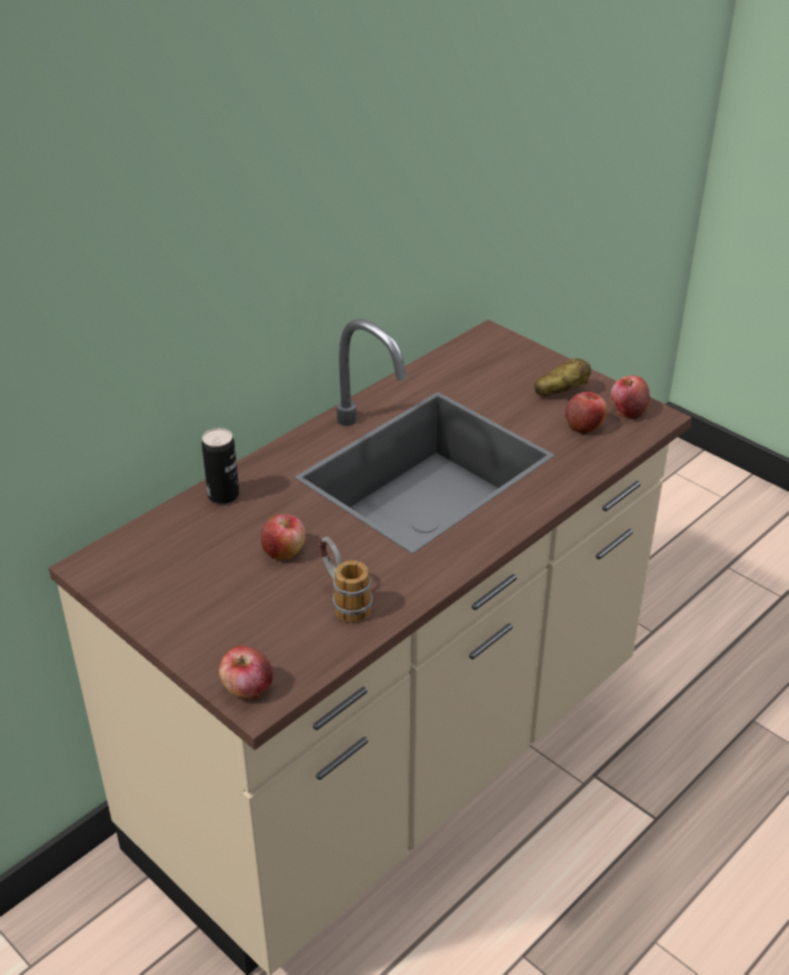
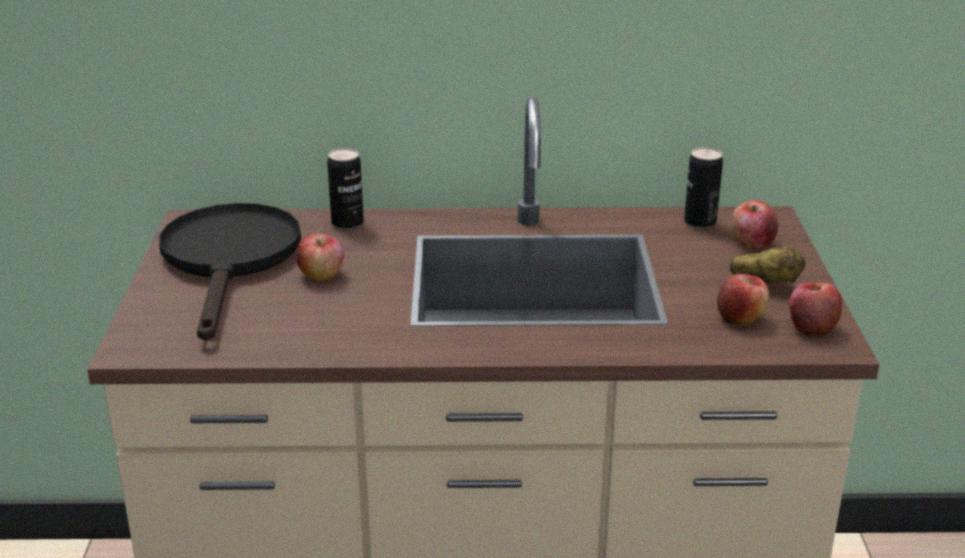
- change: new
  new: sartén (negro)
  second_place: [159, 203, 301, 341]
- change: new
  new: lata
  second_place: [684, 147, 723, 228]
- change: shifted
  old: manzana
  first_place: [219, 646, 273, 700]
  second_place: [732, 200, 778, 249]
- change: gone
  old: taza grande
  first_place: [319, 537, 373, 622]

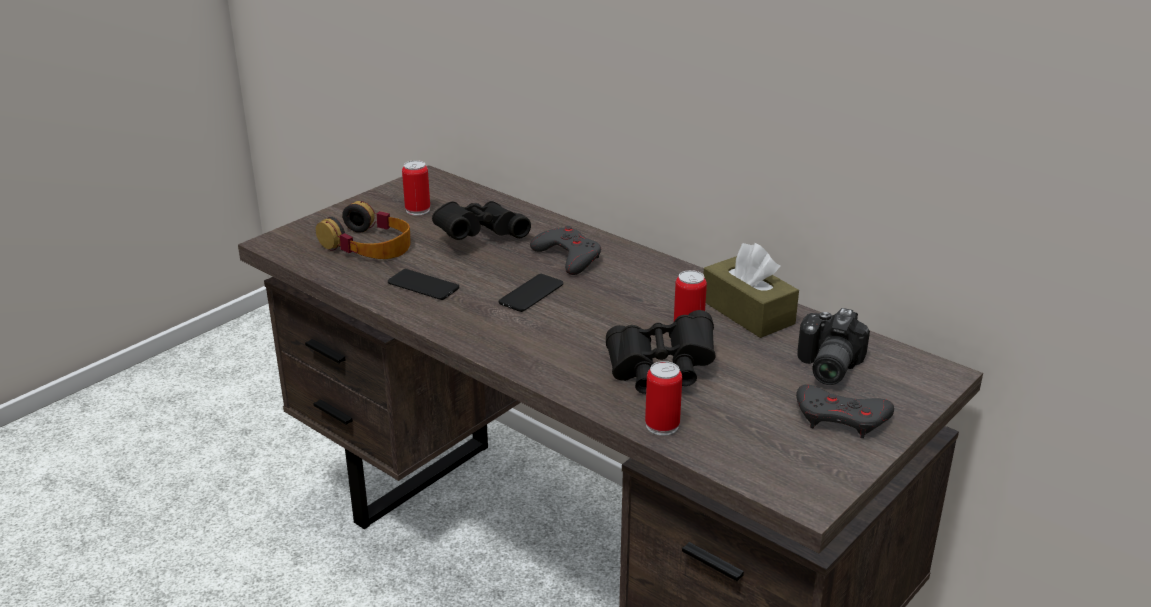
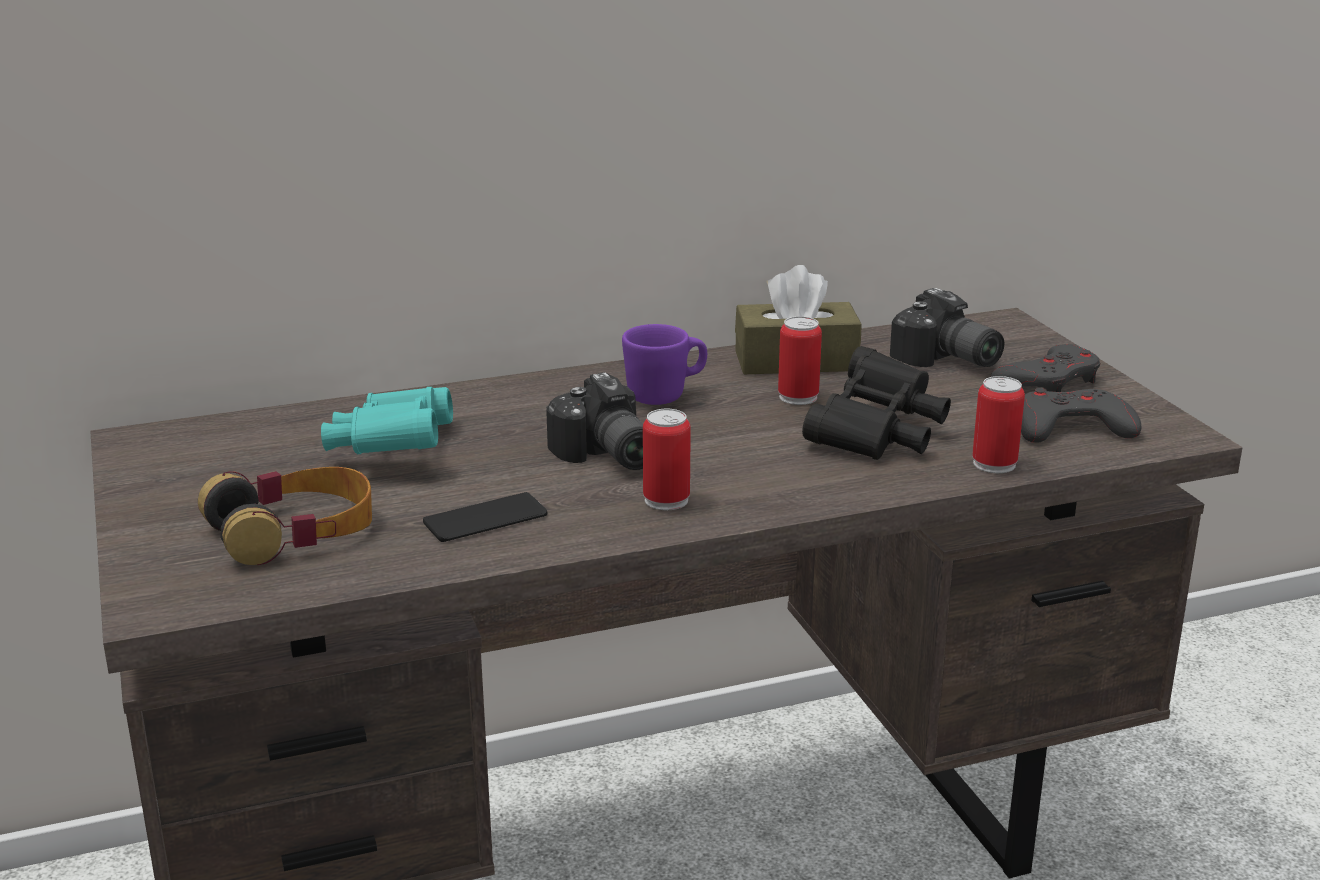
- change: repainted
  old: prismáticos (negro)
  new: prismáticos (turquesa)
  first_place: [432, 201, 531, 240]
  second_place: [321, 387, 453, 454]
- change: swapped
  old: móvil
  new: cámara
  first_place: [499, 274, 563, 312]
  second_place: [546, 372, 643, 470]
- change: new
  new: taza grande (morado)
  second_place: [622, 324, 707, 405]
- change: shifted
  old: lata
  first_place: [402, 160, 430, 216]
  second_place: [643, 409, 691, 510]
- change: shifted
  old: mando de consola (gris)
  first_place: [530, 226, 601, 275]
  second_place: [1021, 388, 1141, 443]

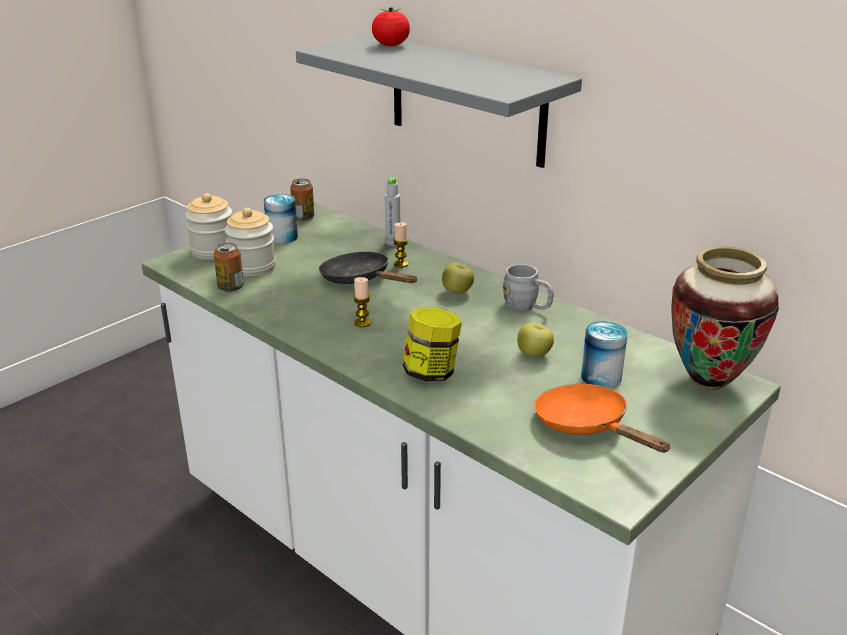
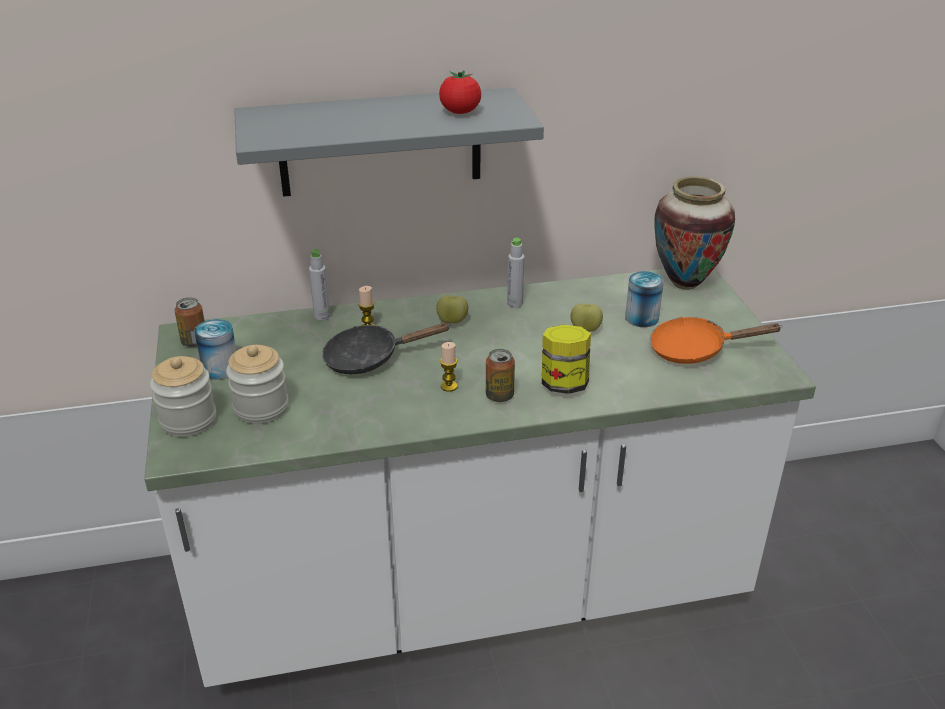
- change: shifted
  old: tomate
  first_place: [372, 7, 410, 46]
  second_place: [439, 70, 481, 114]
- change: shifted
  old: lata
  first_place: [214, 243, 244, 292]
  second_place: [486, 349, 515, 402]
- change: swapped
  old: taza grande (gris)
  new: botella (gris)
  first_place: [503, 264, 553, 312]
  second_place: [507, 238, 525, 308]

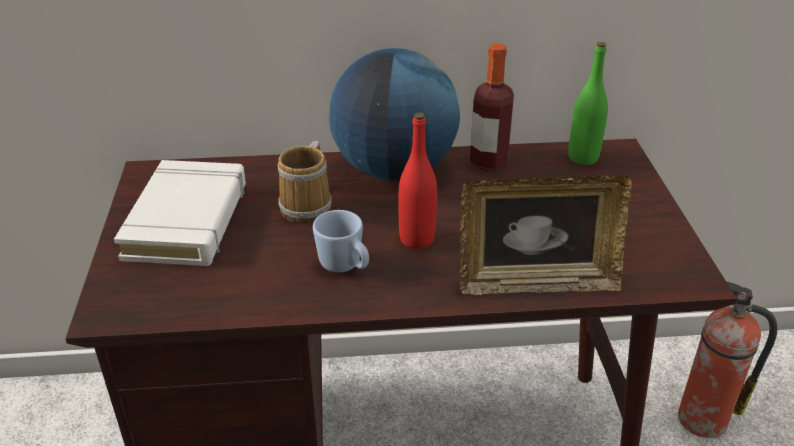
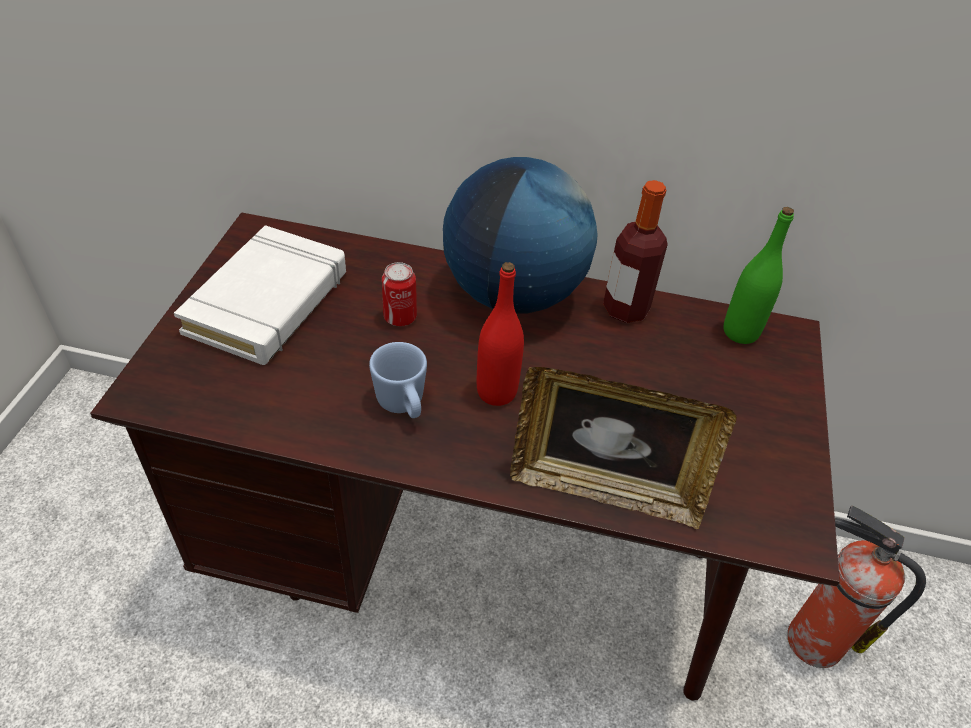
- change: swapped
  old: taza grande
  new: lata
  first_place: [277, 141, 332, 224]
  second_place: [382, 262, 417, 326]

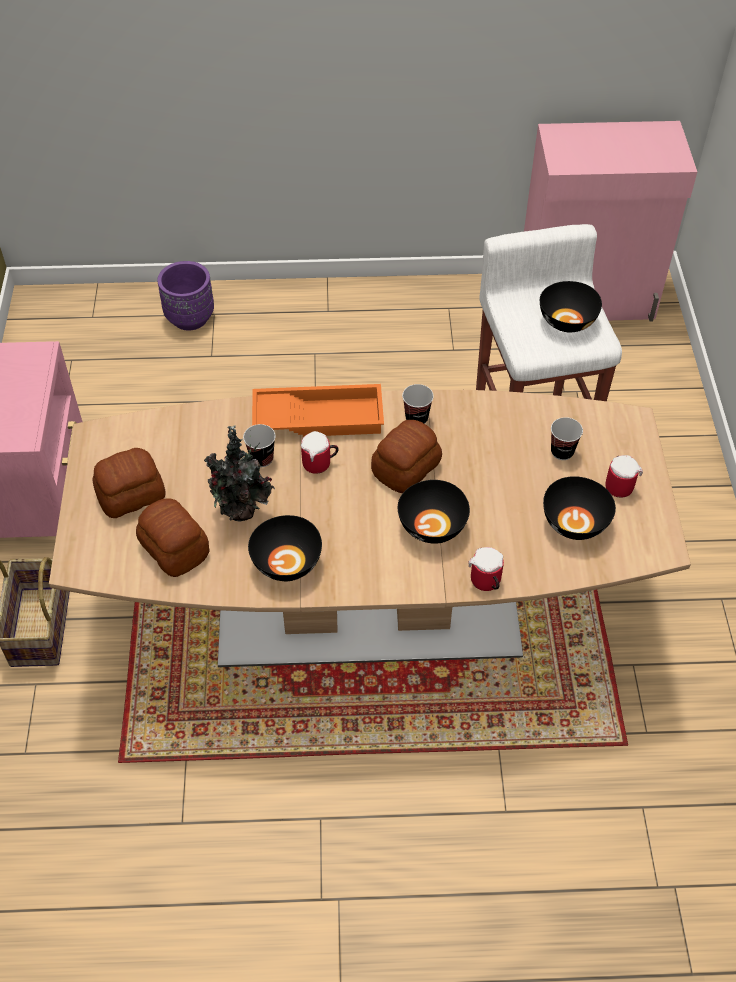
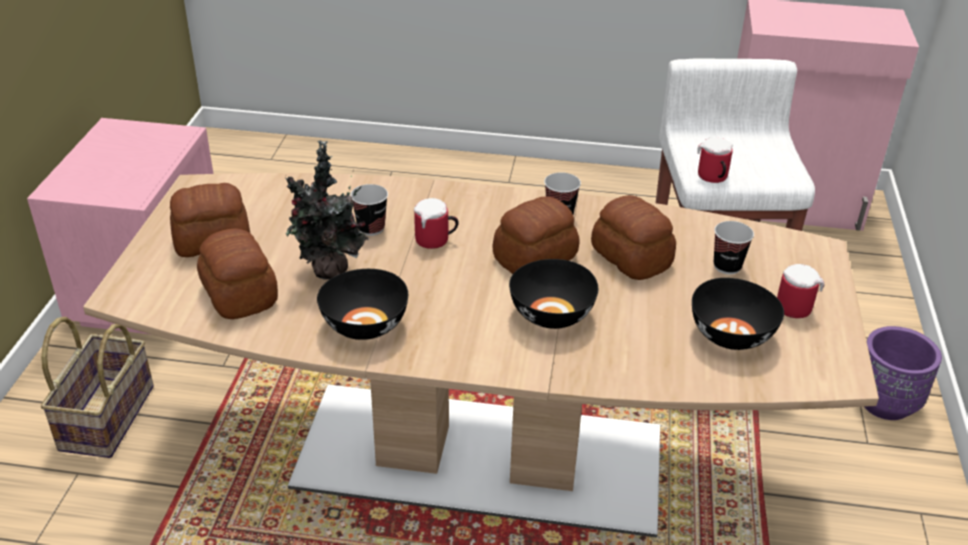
- change: new
  new: pan
  second_place: [591, 195, 676, 280]
- change: shifted
  old: taza grande
  first_place: [468, 547, 504, 591]
  second_place: [698, 137, 733, 183]
- change: shifted
  old: maceta (morado)
  first_place: [158, 261, 214, 331]
  second_place: [864, 326, 942, 420]
- change: gone
  old: bandeja (naranja)
  first_place: [252, 384, 384, 437]
- change: gone
  old: cuenco (negro)
  first_place: [540, 281, 602, 332]

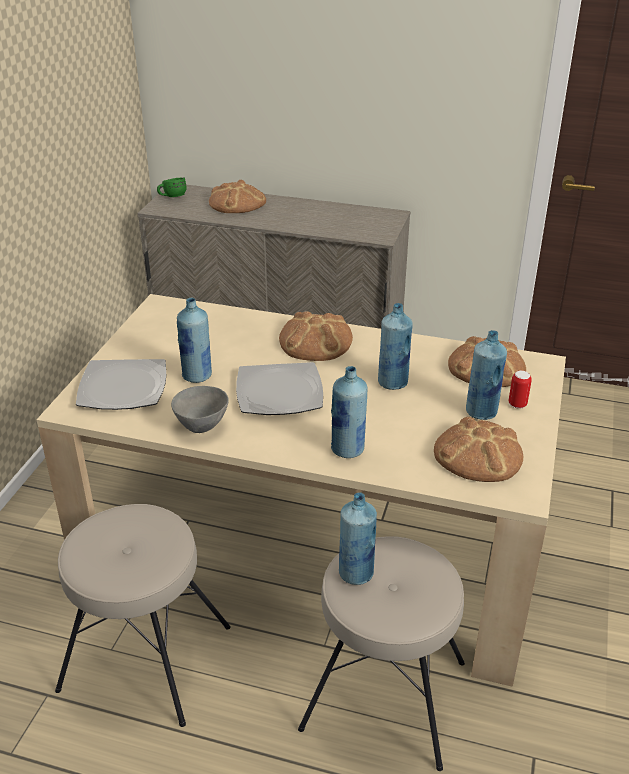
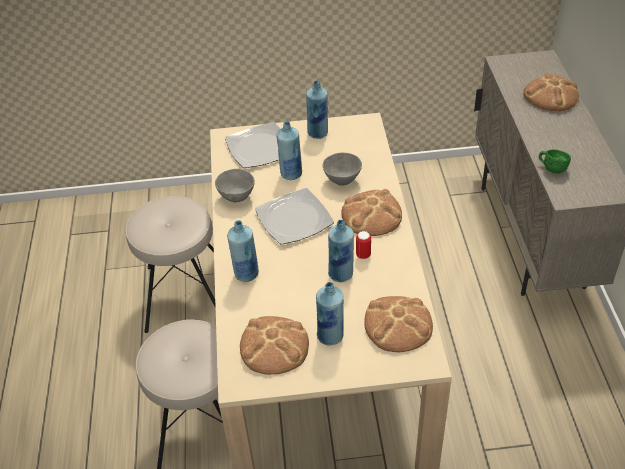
- change: shifted
  old: botella (azul)
  first_place: [339, 492, 377, 585]
  second_place: [306, 81, 328, 139]
- change: new
  new: cuenco (gris)
  second_place: [323, 153, 362, 186]
- change: shifted
  old: lata
  first_place: [509, 371, 532, 409]
  second_place: [356, 231, 371, 259]
- change: shifted
  old: taza grande (verde)
  first_place: [157, 177, 186, 197]
  second_place: [539, 149, 571, 174]

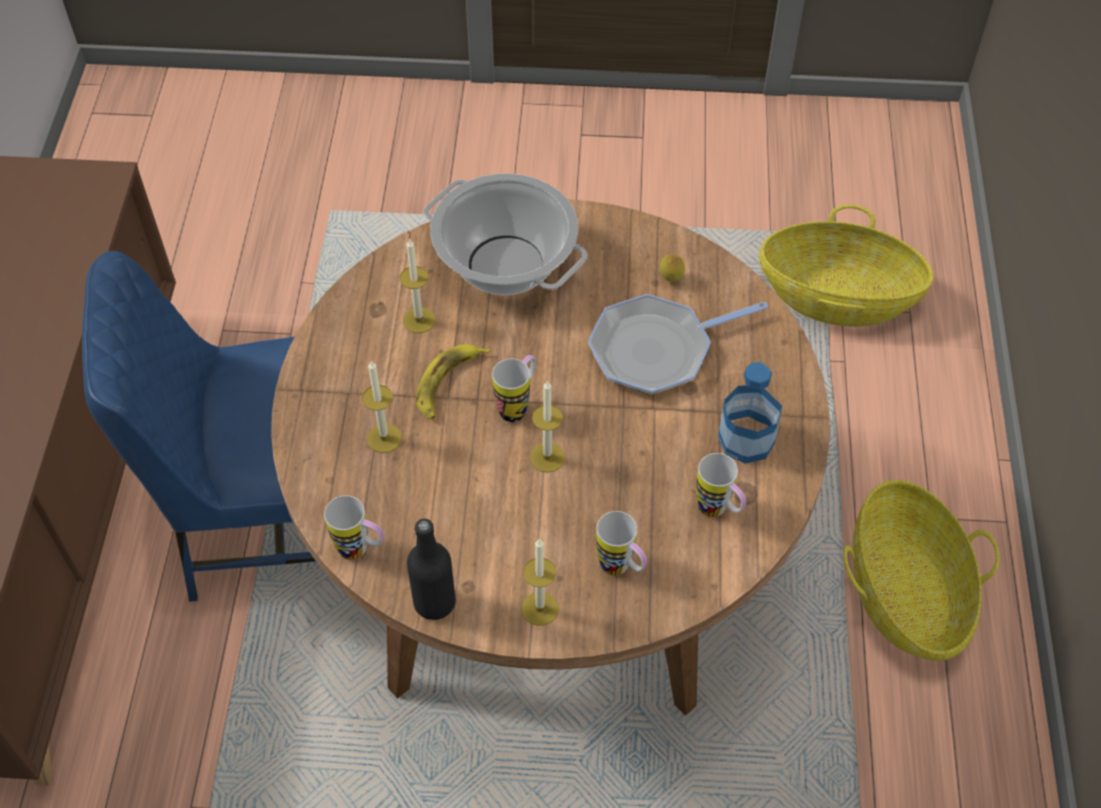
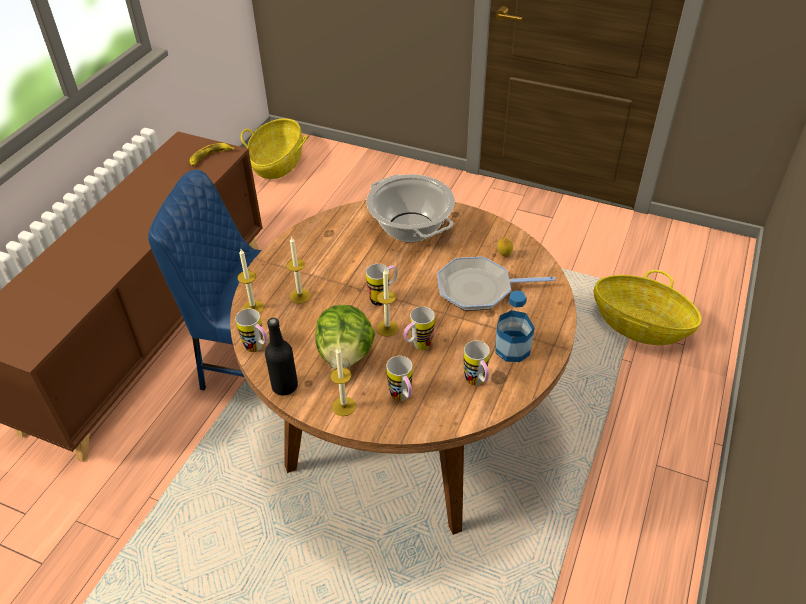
- change: shifted
  old: plátano
  first_place: [416, 344, 490, 419]
  second_place: [190, 143, 235, 166]
- change: shifted
  old: vela
  first_place: [400, 238, 435, 333]
  second_place: [237, 249, 264, 314]
- change: shifted
  old: cesta
  first_place: [843, 480, 1000, 661]
  second_place: [241, 118, 307, 179]
- change: new
  new: lechuga
  second_place: [315, 305, 375, 369]
- change: new
  new: taza grande
  second_place: [404, 306, 435, 350]

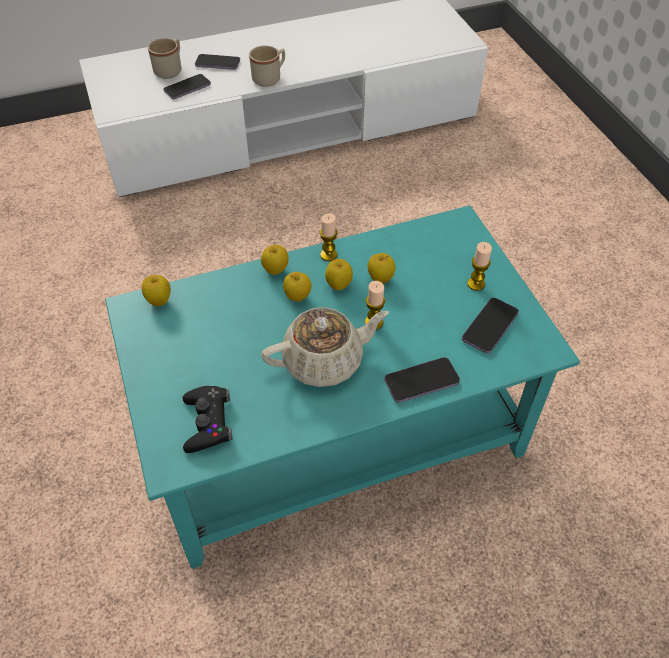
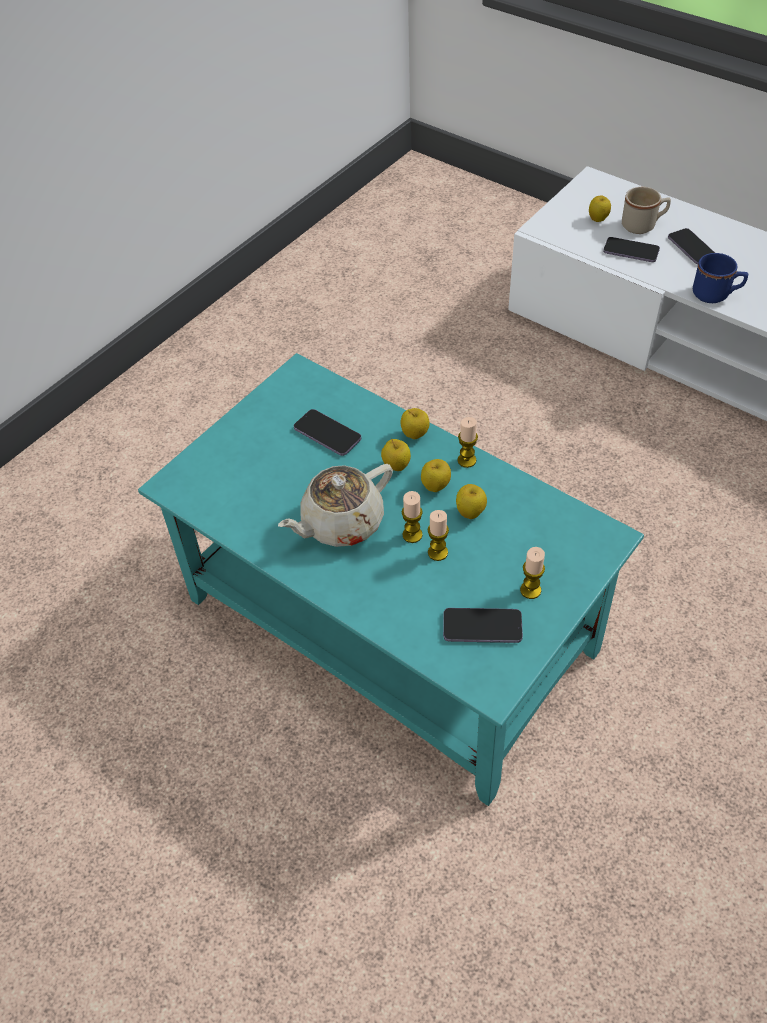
- change: rotated
  old: tetera (beis)
  first_place: [261, 307, 389, 387]
  second_place: [278, 464, 393, 547]
  degrees: 105
- change: shifted
  old: móvil
  first_place: [384, 357, 460, 403]
  second_place: [294, 409, 361, 456]
- change: new
  new: vela
  second_place: [428, 510, 449, 561]
- change: shifted
  old: manzana
  first_place: [141, 275, 171, 306]
  second_place: [589, 195, 611, 222]
- change: repainted
  old: taza grande (beis)
  new: taza grande (azul)
  first_place: [249, 45, 285, 87]
  second_place: [693, 253, 748, 303]
- change: gone
  old: mando de consola (negro)
  first_place: [183, 386, 233, 453]

